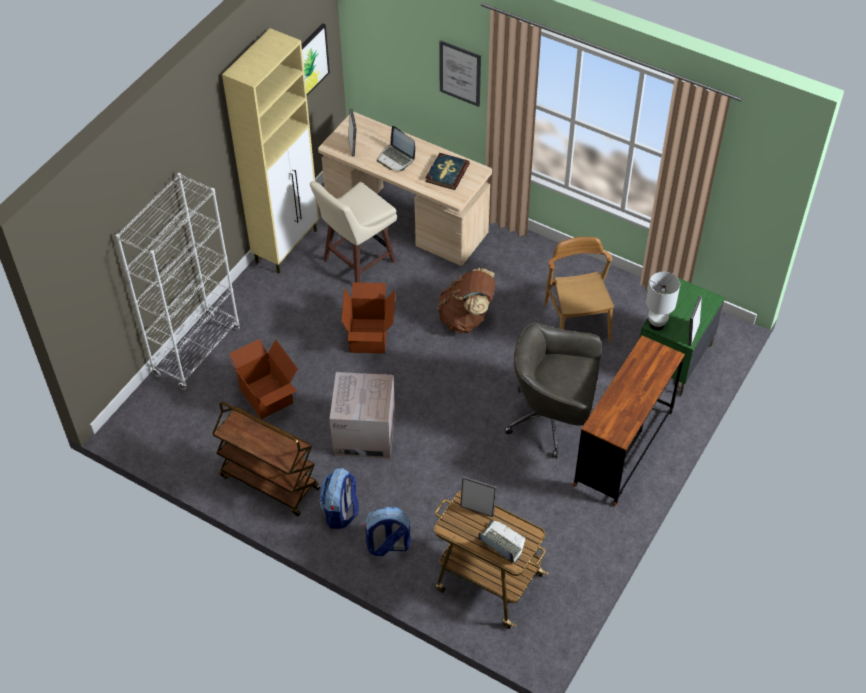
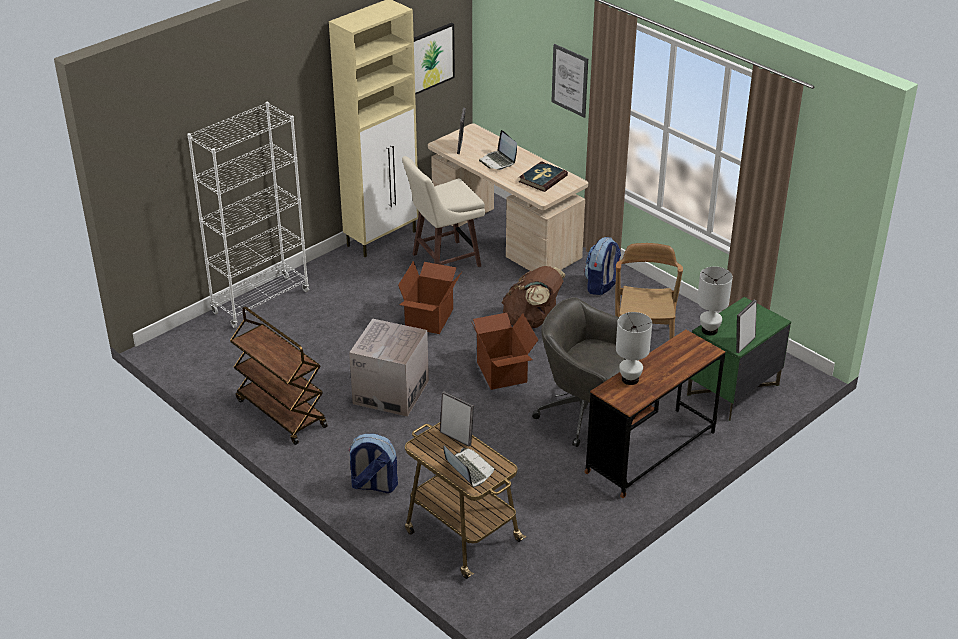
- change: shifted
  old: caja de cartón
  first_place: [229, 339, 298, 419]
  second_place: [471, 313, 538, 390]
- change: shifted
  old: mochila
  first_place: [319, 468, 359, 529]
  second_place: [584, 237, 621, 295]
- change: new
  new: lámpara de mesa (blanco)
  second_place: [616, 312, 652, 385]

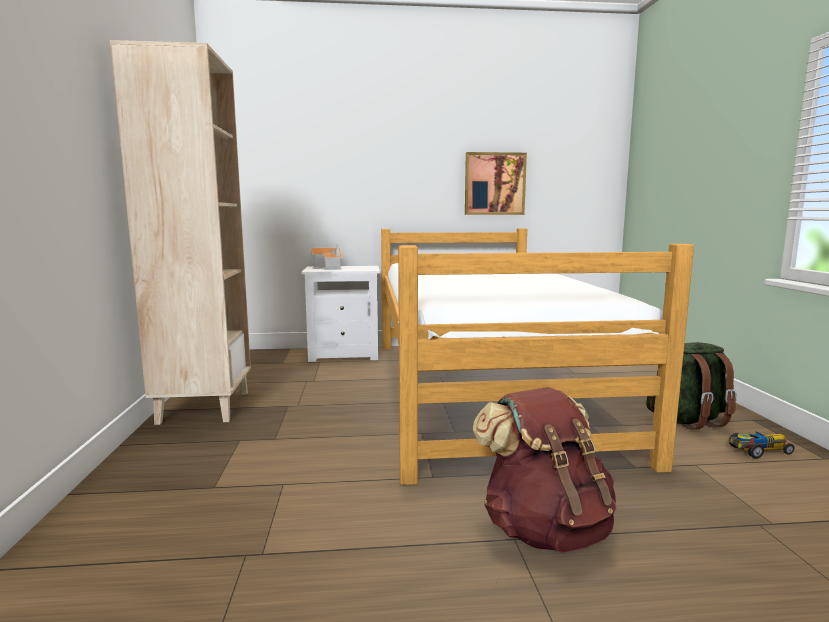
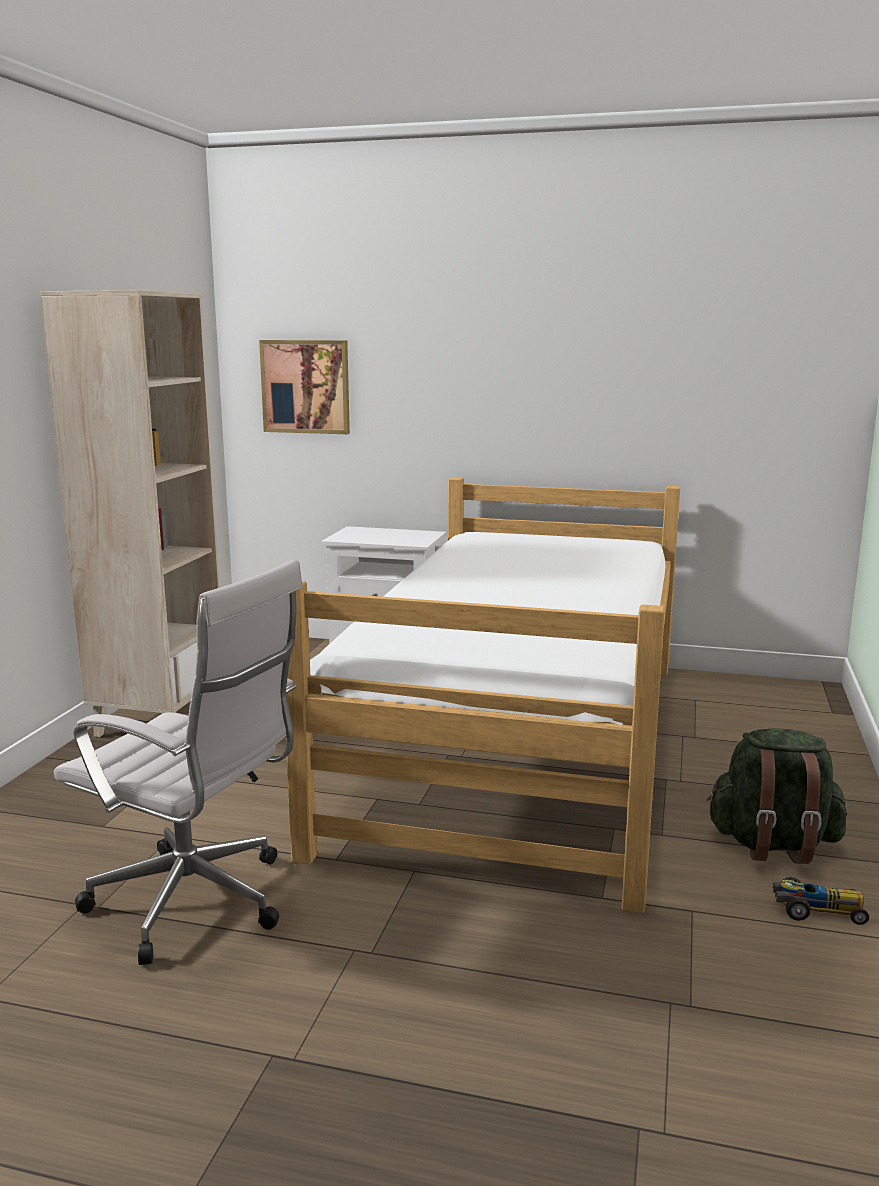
- change: new
  new: silla de oficina (blanco)
  second_place: [54, 560, 303, 965]
- change: shifted
  old: cuadro
  first_place: [465, 152, 527, 215]
  second_place: [259, 340, 350, 434]
- change: gone
  old: casita
  first_place: [311, 243, 343, 270]
- change: gone
  old: mochila (marrón)
  first_place: [473, 387, 617, 553]

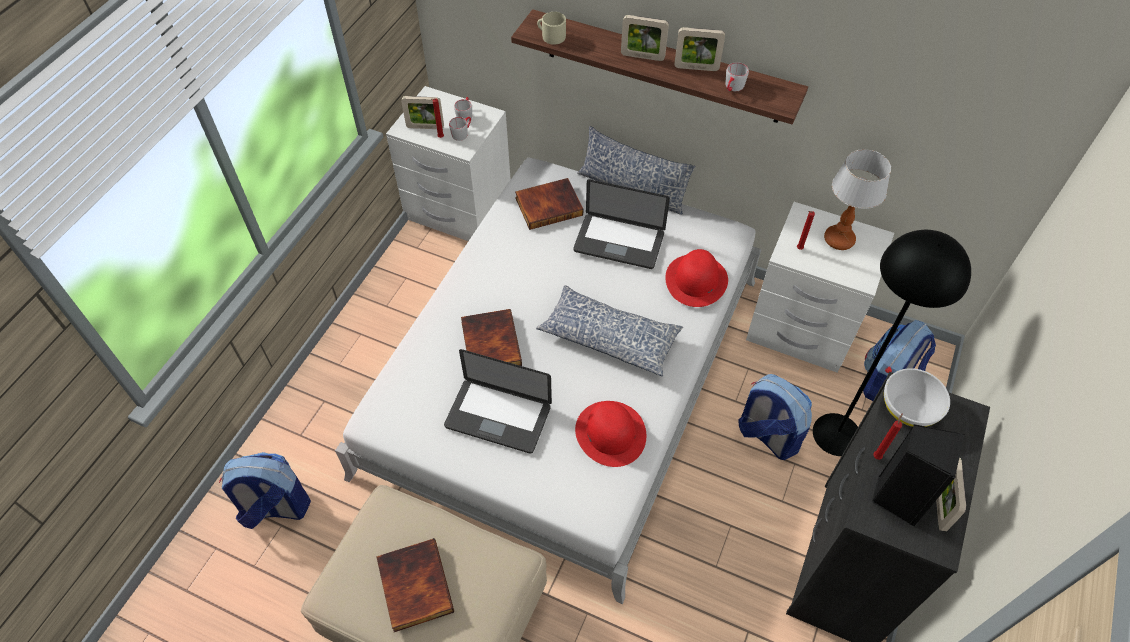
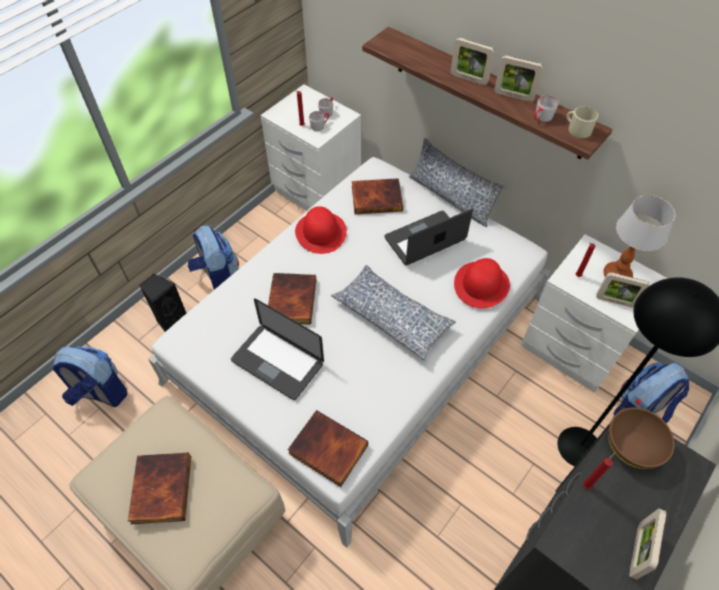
- change: shifted
  old: altavoz (negro)
  first_place: [872, 424, 965, 527]
  second_place: [139, 274, 186, 332]
- change: shifted
  old: mochila
  first_place: [739, 374, 812, 460]
  second_place: [188, 225, 239, 290]
- change: new
  new: libro
  second_place: [288, 410, 368, 487]
- change: shifted
  old: sombrero (rojo)
  first_place: [575, 401, 646, 467]
  second_place: [295, 206, 347, 254]
- change: rotated
  old: portátil
  first_place: [573, 179, 670, 269]
  second_place: [385, 209, 473, 265]
  degrees: 120
- change: shifted
  old: taza grande (beis)
  first_place: [537, 12, 566, 45]
  second_place: [566, 106, 598, 138]
- change: shifted
  old: portarretratos
  first_place: [401, 96, 444, 129]
  second_place: [596, 272, 649, 308]
- change: repainted
  old: cuenco (blanco)
  new: cuenco (marrón)
  first_place: [884, 368, 950, 427]
  second_place: [608, 408, 675, 469]

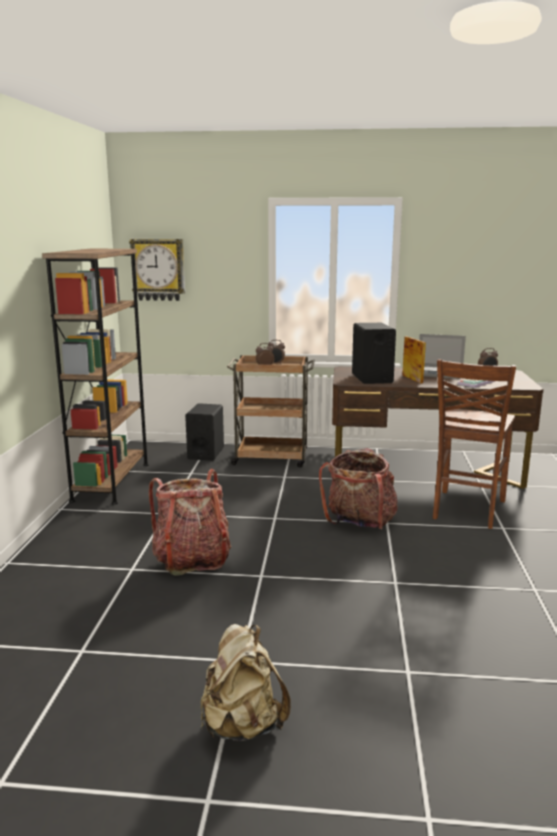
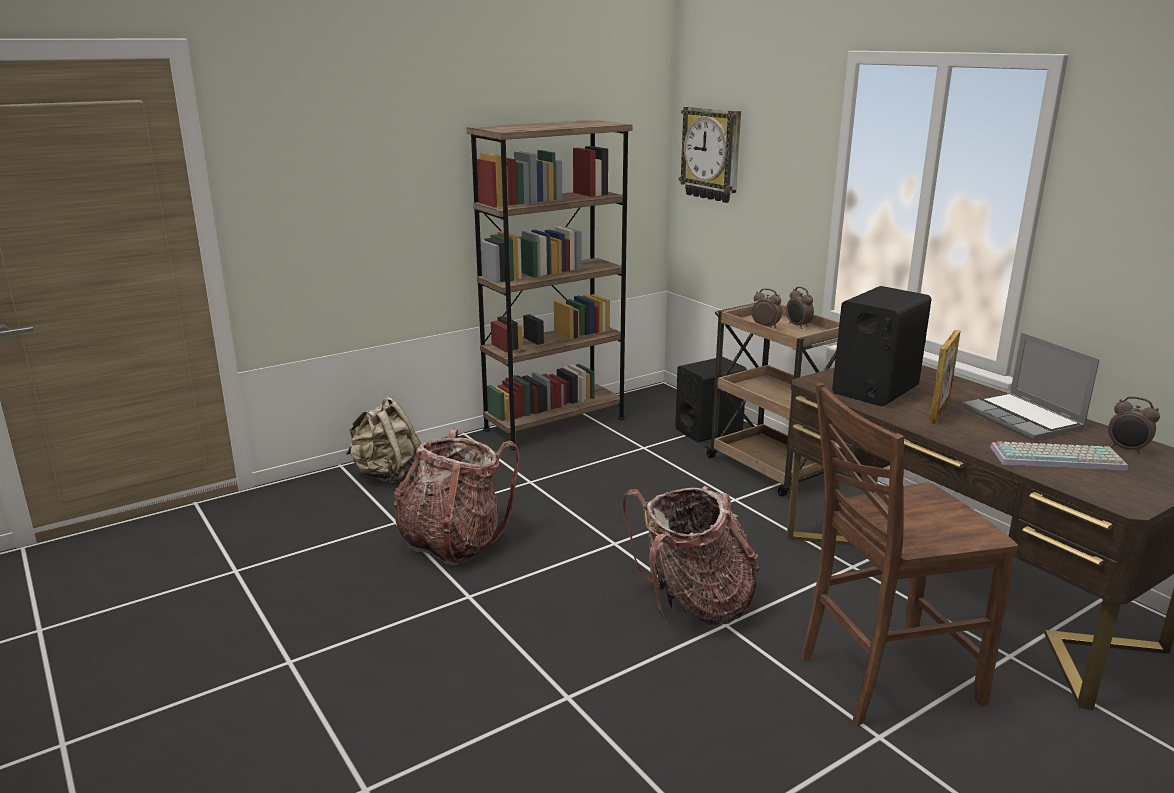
- change: shifted
  old: mochila (beis)
  first_place: [201, 624, 291, 741]
  second_place: [346, 397, 421, 483]

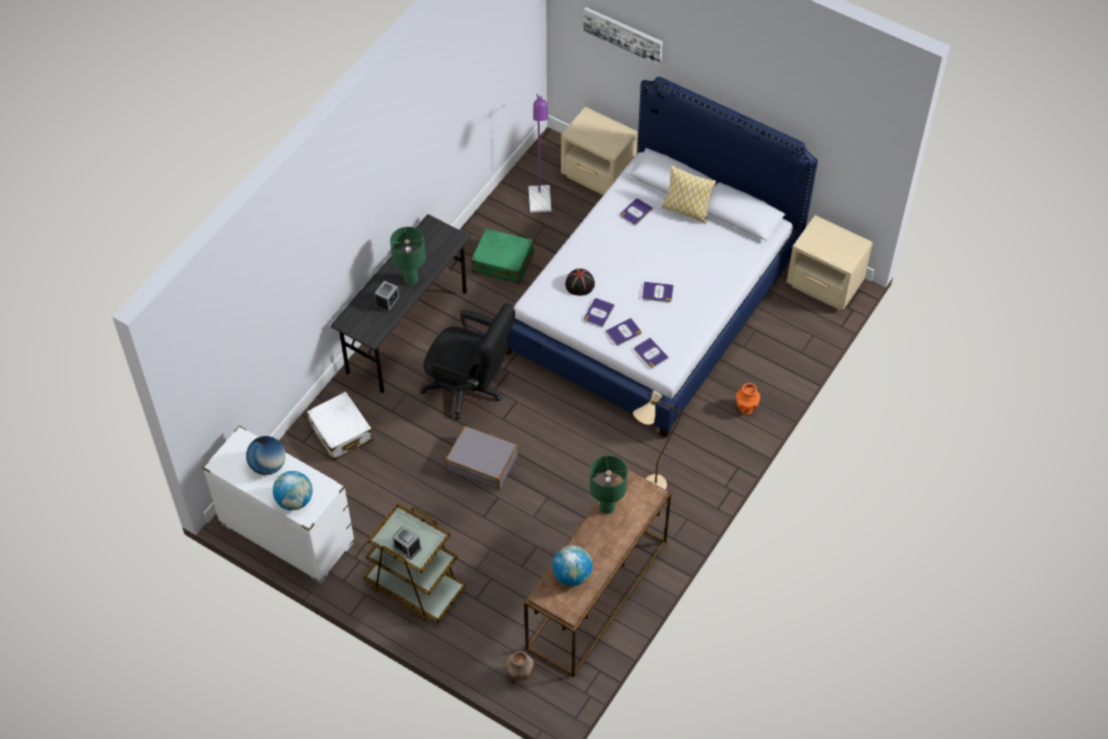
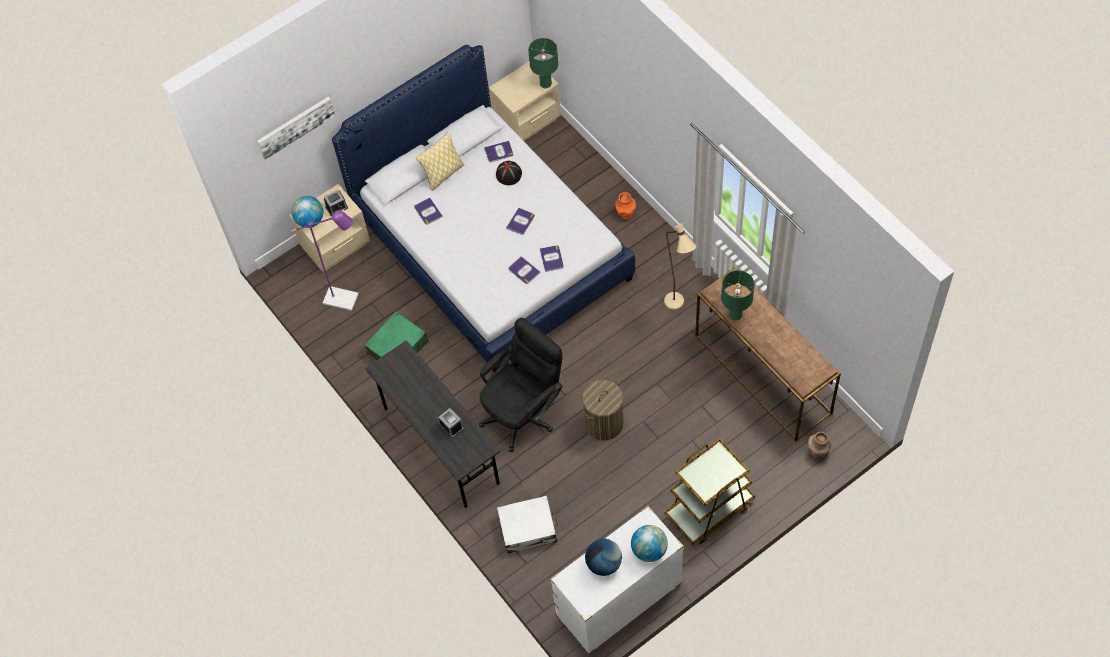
- change: shifted
  old: globo terráqueo
  first_place: [552, 545, 593, 586]
  second_place: [291, 196, 323, 228]
- change: shifted
  old: despertador
  first_place: [393, 525, 422, 560]
  second_place: [324, 190, 348, 217]
- change: shifted
  old: libro
  first_place: [634, 338, 669, 368]
  second_place: [484, 141, 514, 162]
- change: shifted
  old: sombrero (negro)
  first_place: [565, 269, 595, 296]
  second_place: [496, 161, 522, 185]
- change: shifted
  old: lámpara de mesa (verde)
  first_place: [390, 227, 426, 285]
  second_place: [528, 38, 558, 88]
- change: swapped
  old: maleta (gris)
  new: cesto de la ropa
  first_place: [445, 426, 518, 490]
  second_place: [582, 380, 623, 441]

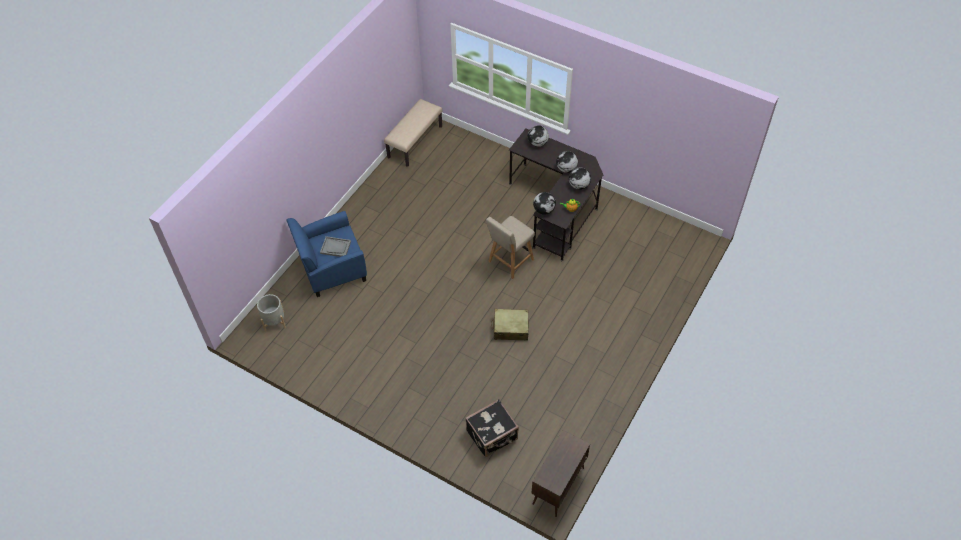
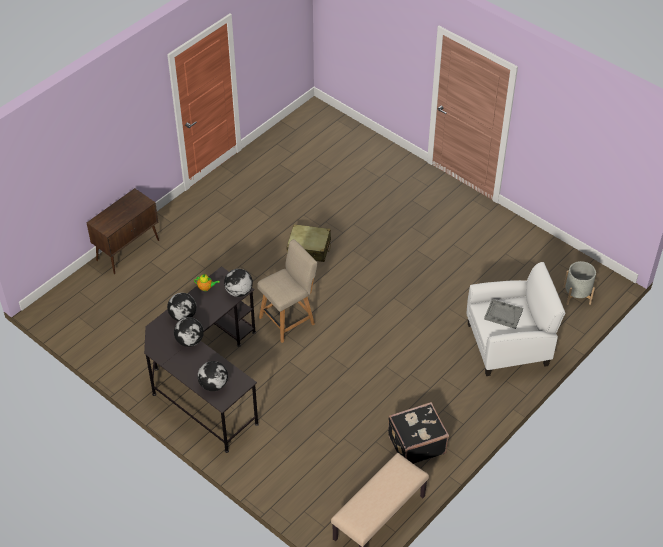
- change: shifted
  old: armario (marrón)
  first_place: [531, 430, 590, 517]
  second_place: [87, 188, 159, 274]
- change: shifted
  old: maleta (negro)
  first_place: [465, 399, 519, 457]
  second_place: [388, 402, 449, 464]
- change: repainted
  old: sillón (azul)
  new: sillón (blanco)
  first_place: [286, 211, 367, 297]
  second_place: [467, 262, 565, 376]

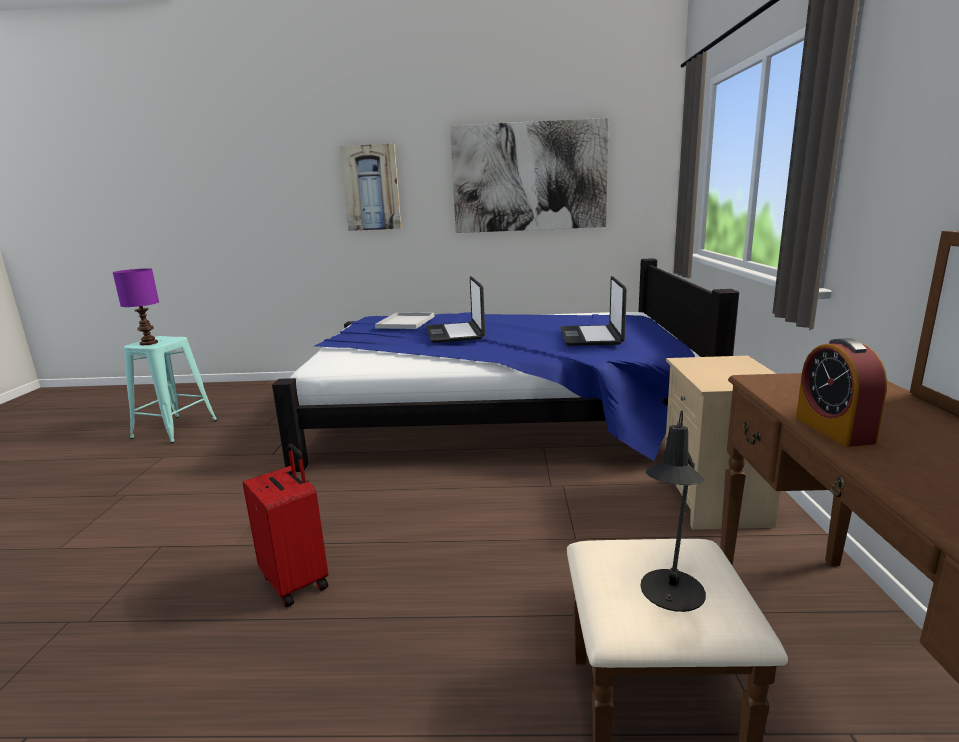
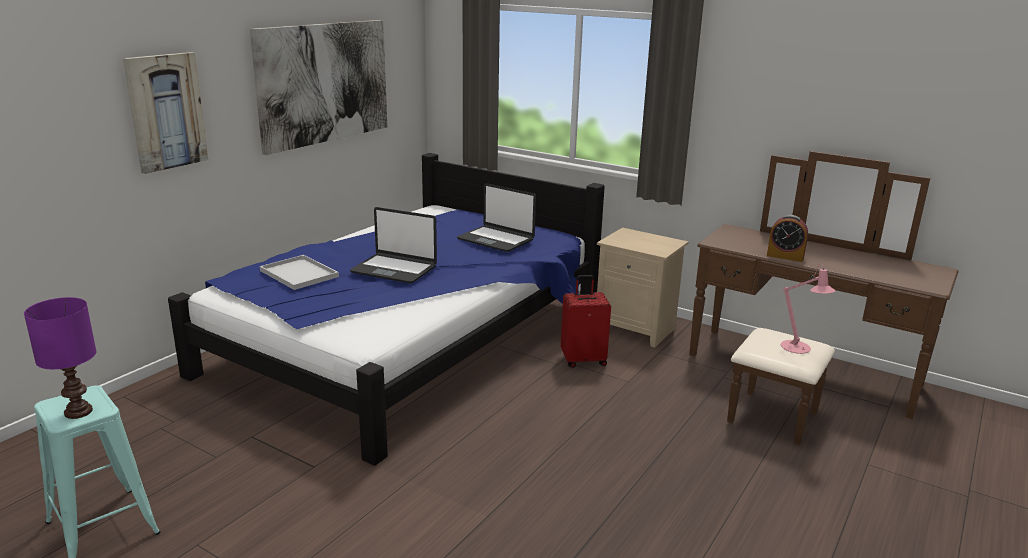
- change: shifted
  old: maleta (rojo)
  first_place: [243, 444, 328, 607]
  second_place: [561, 275, 611, 368]
- change: repainted
  old: lámpara de mesa (negro)
  new: lámpara de mesa (rosa)
  first_place: [641, 410, 706, 612]
  second_place: [781, 263, 835, 354]

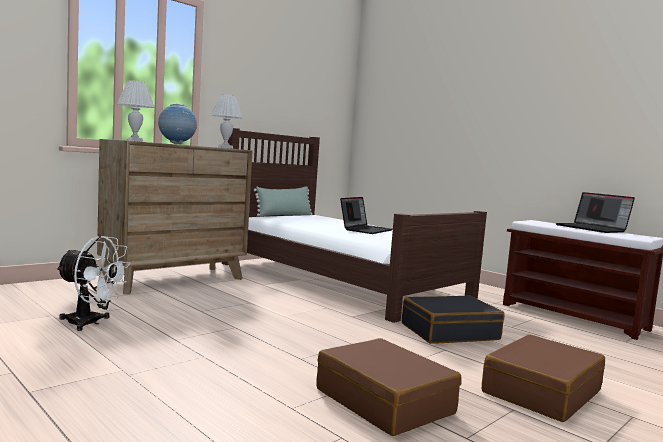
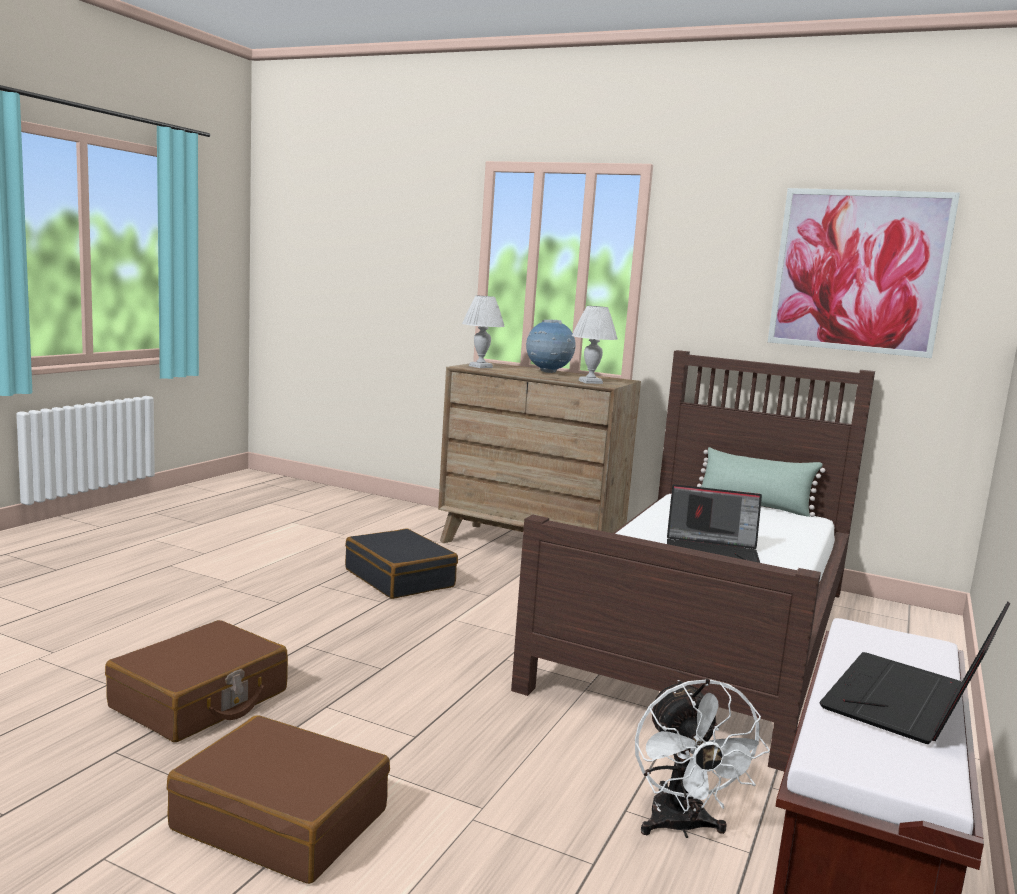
- change: shifted
  old: maleta (negro)
  first_place: [402, 295, 505, 344]
  second_place: [345, 529, 458, 599]
- change: shifted
  old: ventilador (blanco)
  first_place: [56, 236, 131, 331]
  second_place: [635, 678, 770, 838]
- change: new
  new: cuadro
  second_place: [768, 188, 960, 358]

